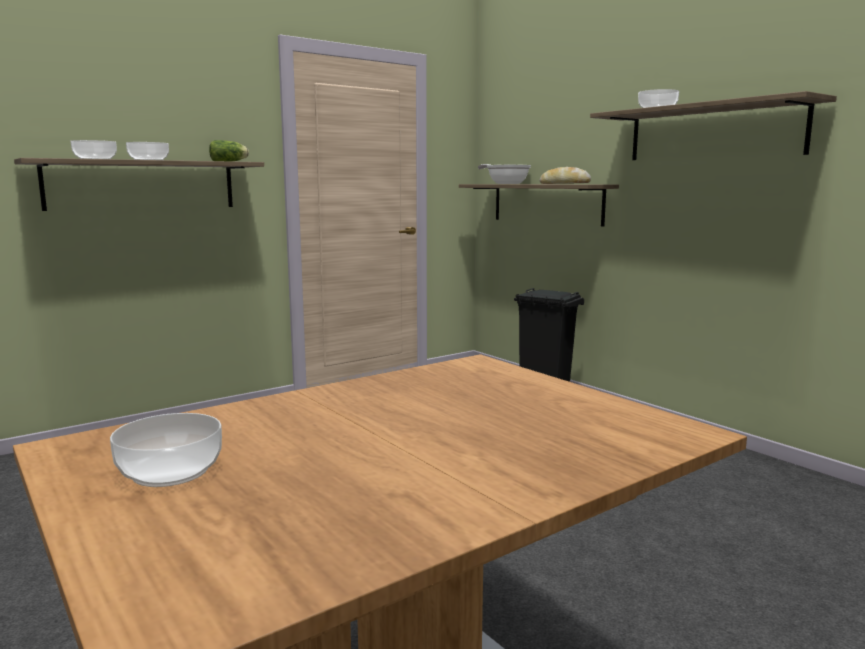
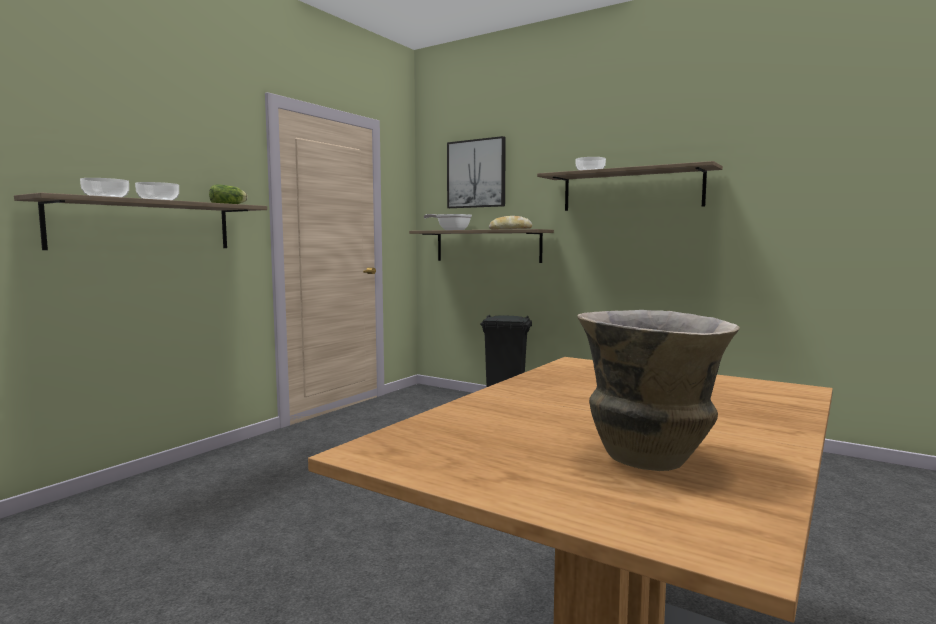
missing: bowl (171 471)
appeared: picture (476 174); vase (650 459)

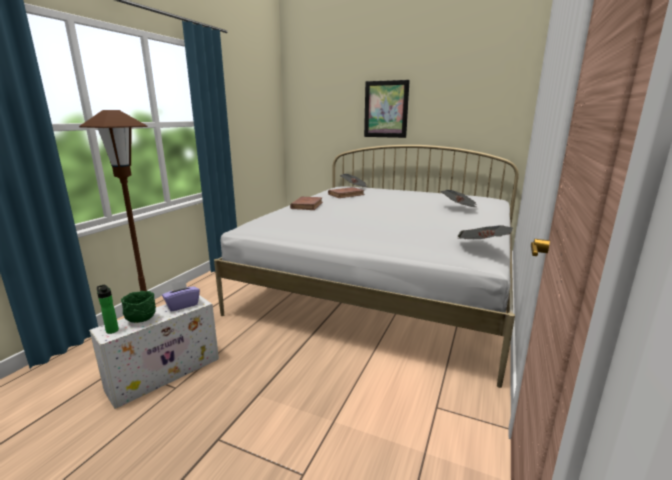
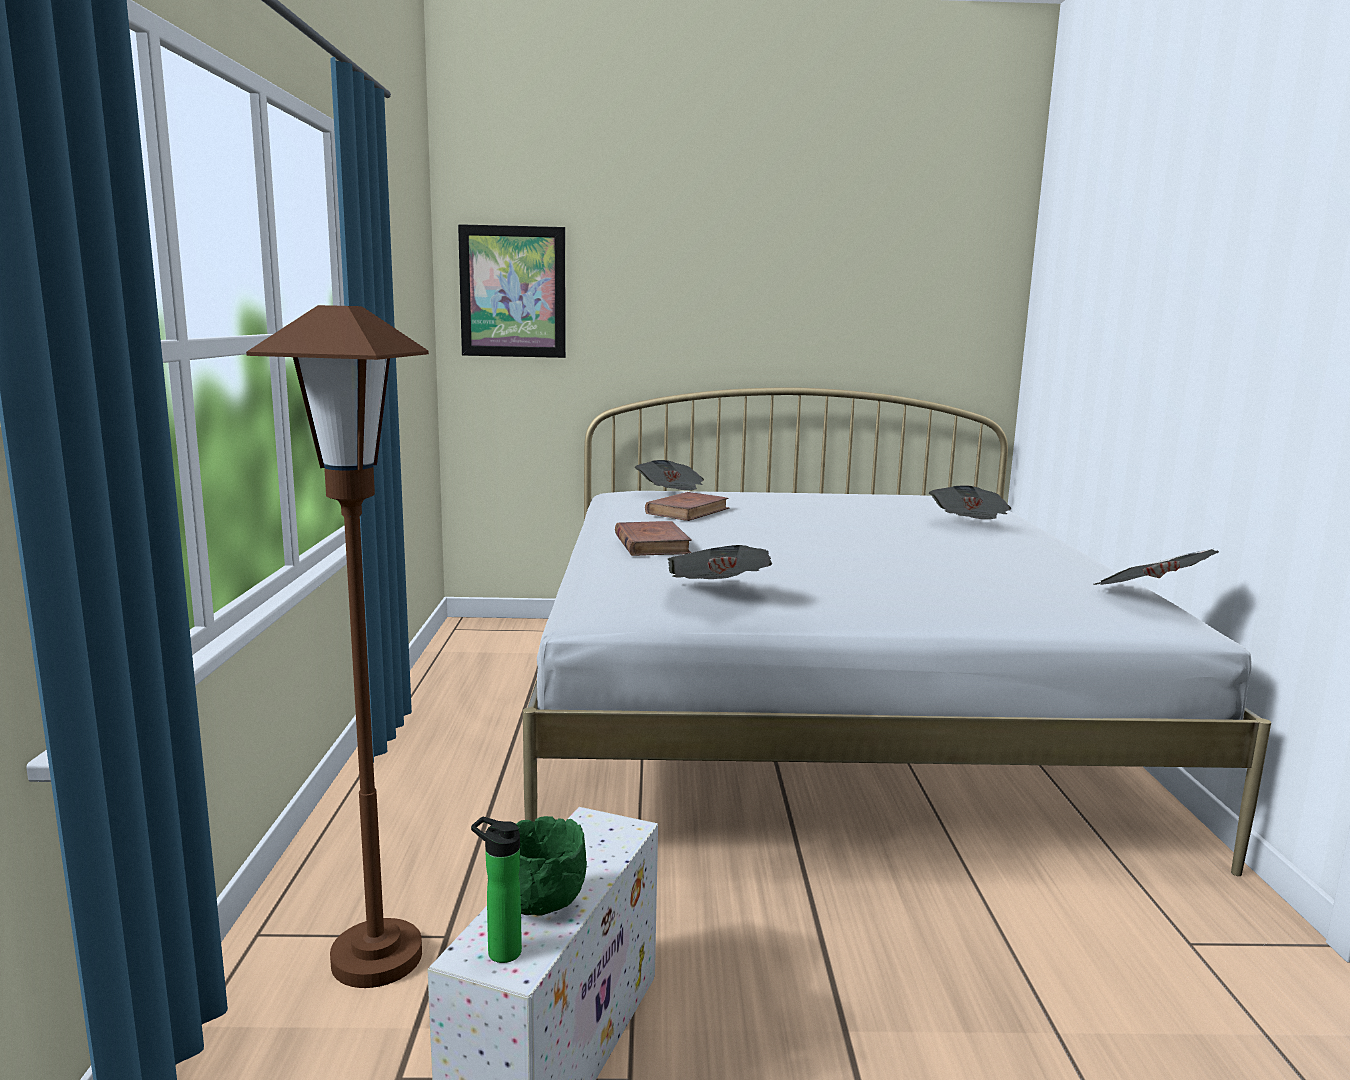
missing: purple_tissue_box (182 305)
appeared: newspaper (717 593)
relocated: picture (386 109) to (513 292)

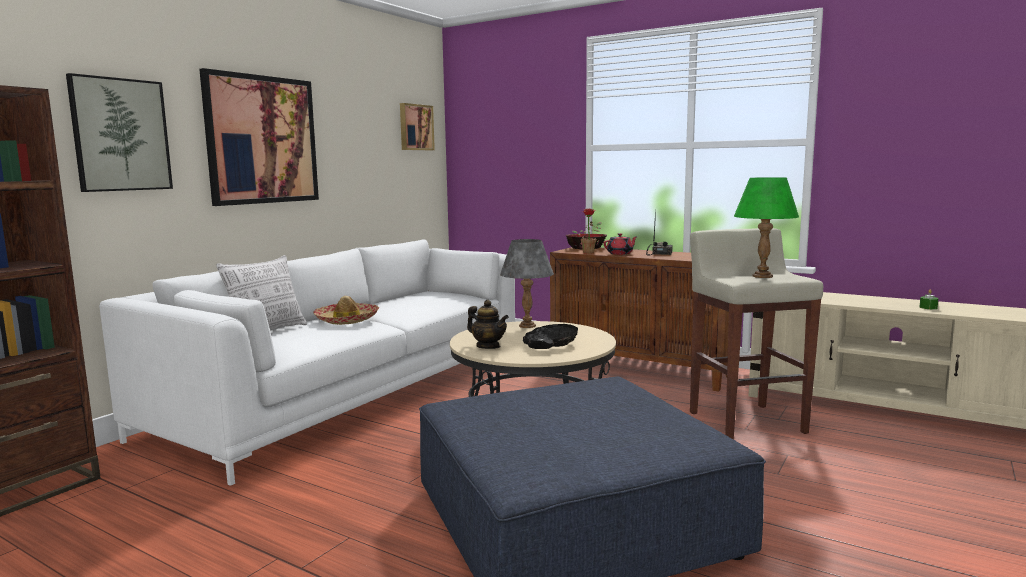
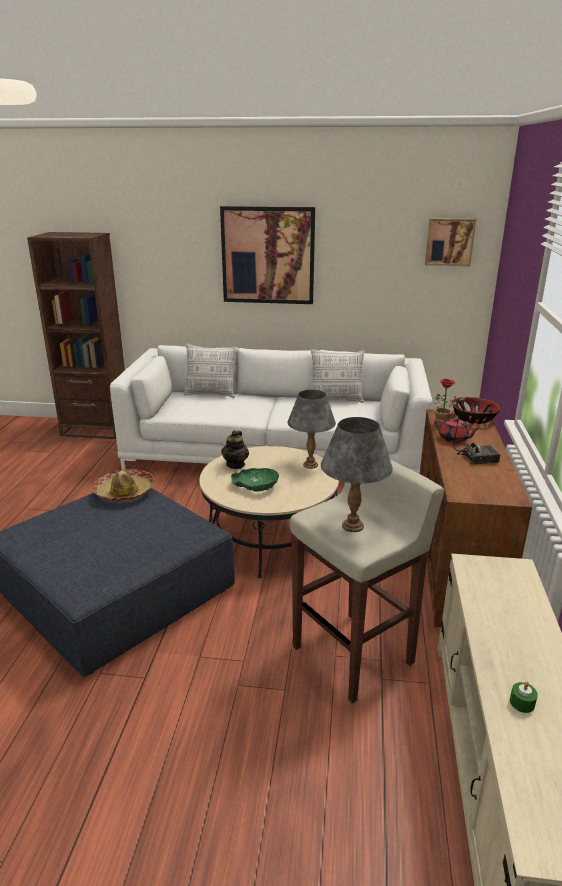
missing: picture (120 135)
appeared: pillow (336 400)
relocated: hat (347 320) to (124 492)
colour: green_table_lamp (763 276) to grey_table_lamp (353 526); black_bowl (550 345) to green_bowl (256 486)

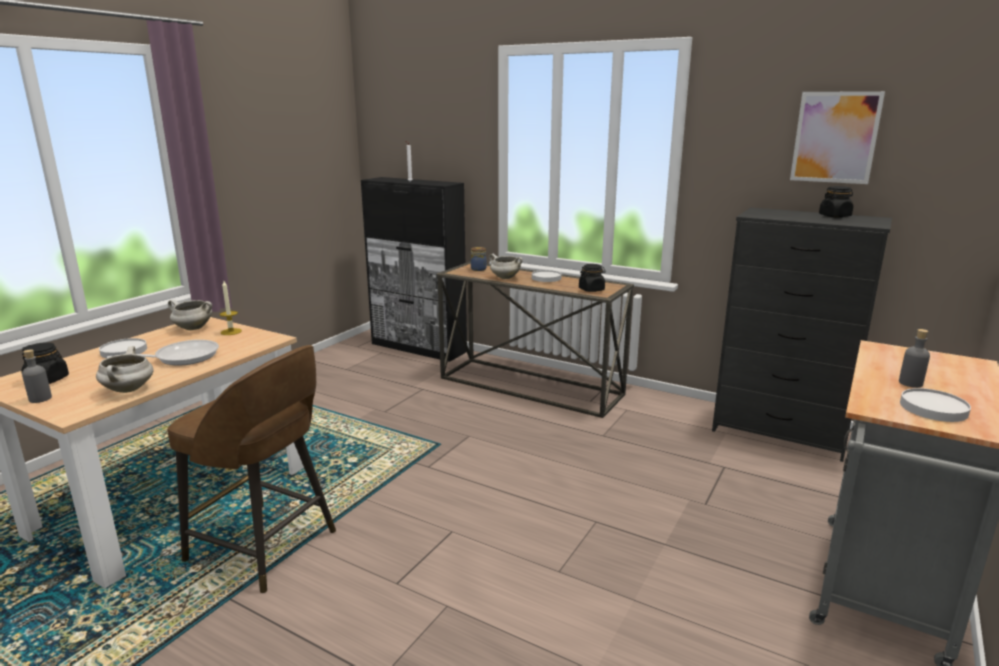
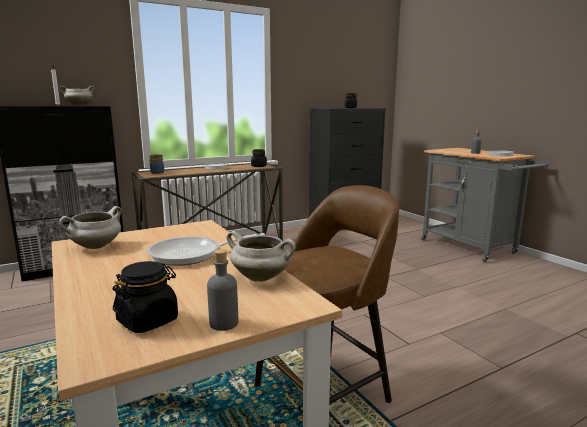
missing: picture (835 137); candle (231 332); white_plate (123 351)
relocated: white_cooking_pot (504 278) to (79 105)
spun: frying_pan (181 357) = (192 255) 105 degrees counterclockwise

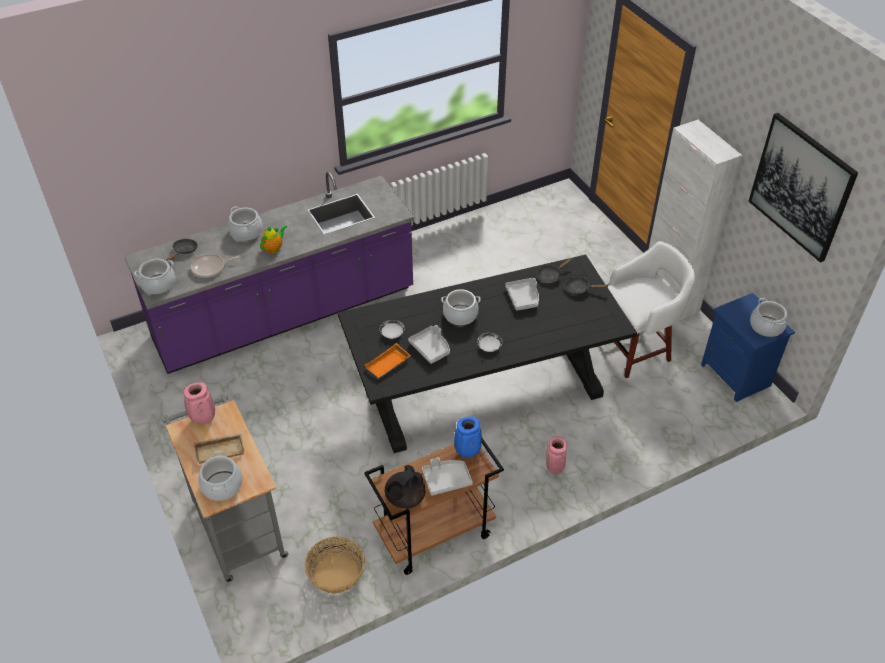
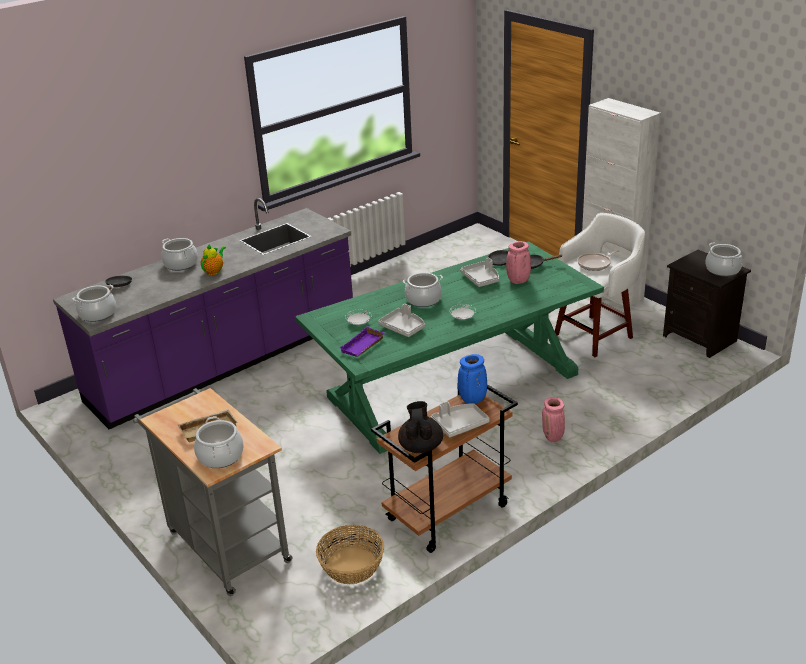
missing: picture (801 187)
relocated: frying_pan (210 268) to (595 264); pink_vase (203 419) to (518 281)
colour: black_dining_table (483 385) to green_dining_table (453 385); blue_nightstand (737 375) to black_nightstand (701 338); orange_tray (388 365) to purple_tray (363 346)
spun: black_teapot (404 498) = (421 446) 150 degrees clockwise

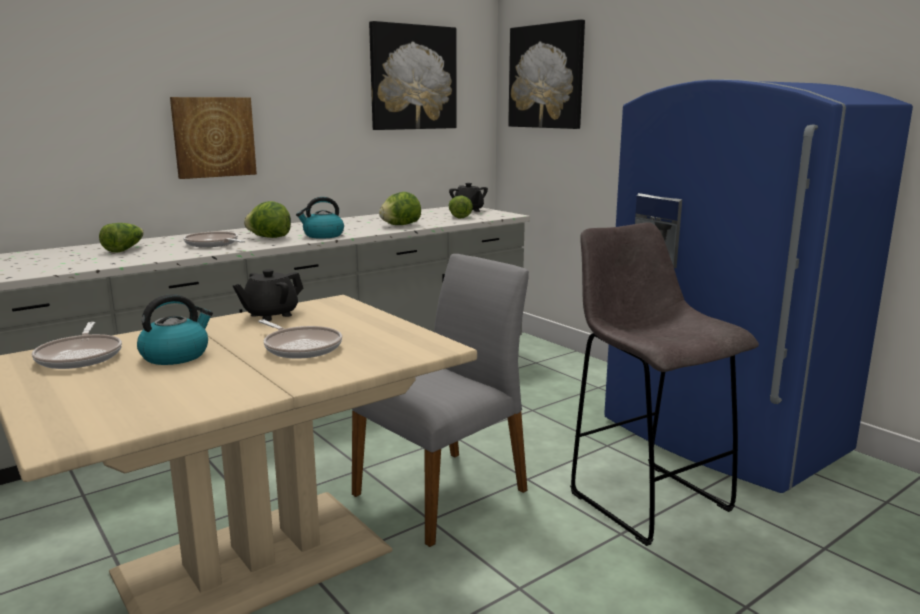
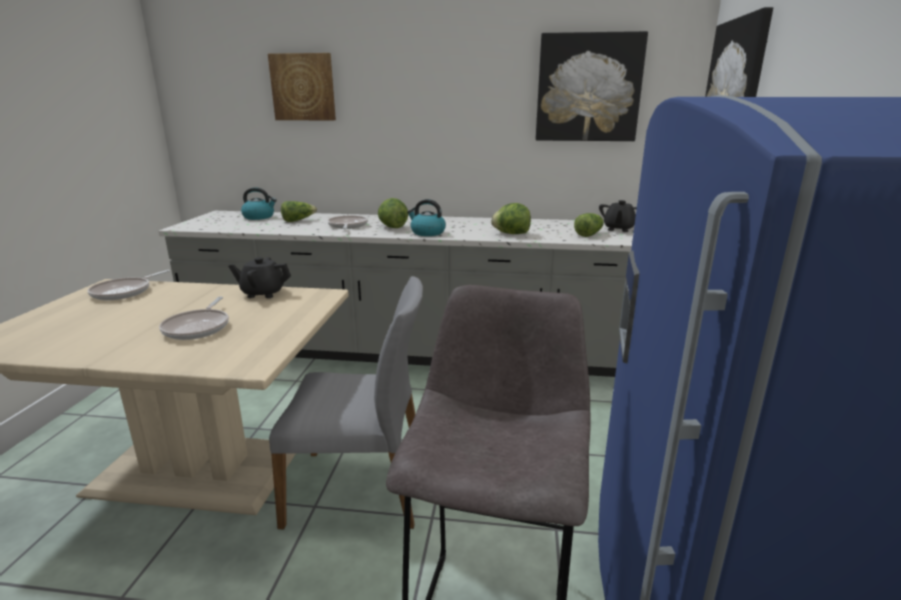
relocated: picture (213 137) to (303 87); kettle (176 355) to (259 217)

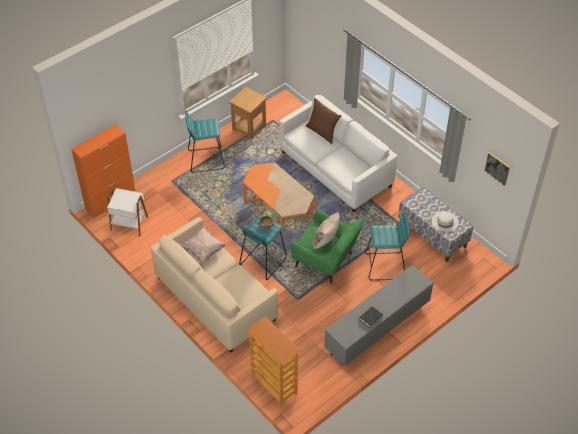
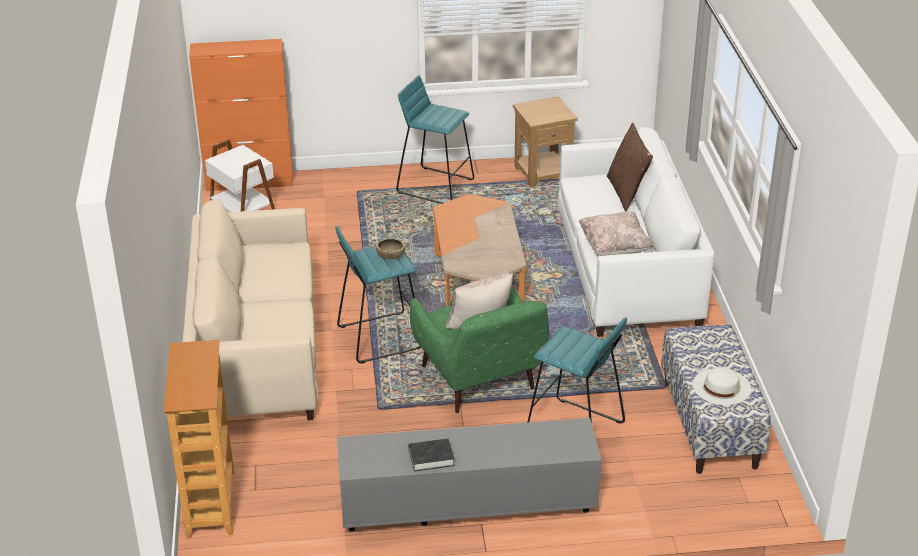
missing: picture (497 168)
relocated: beige_pillow (203 251) to (614 248)

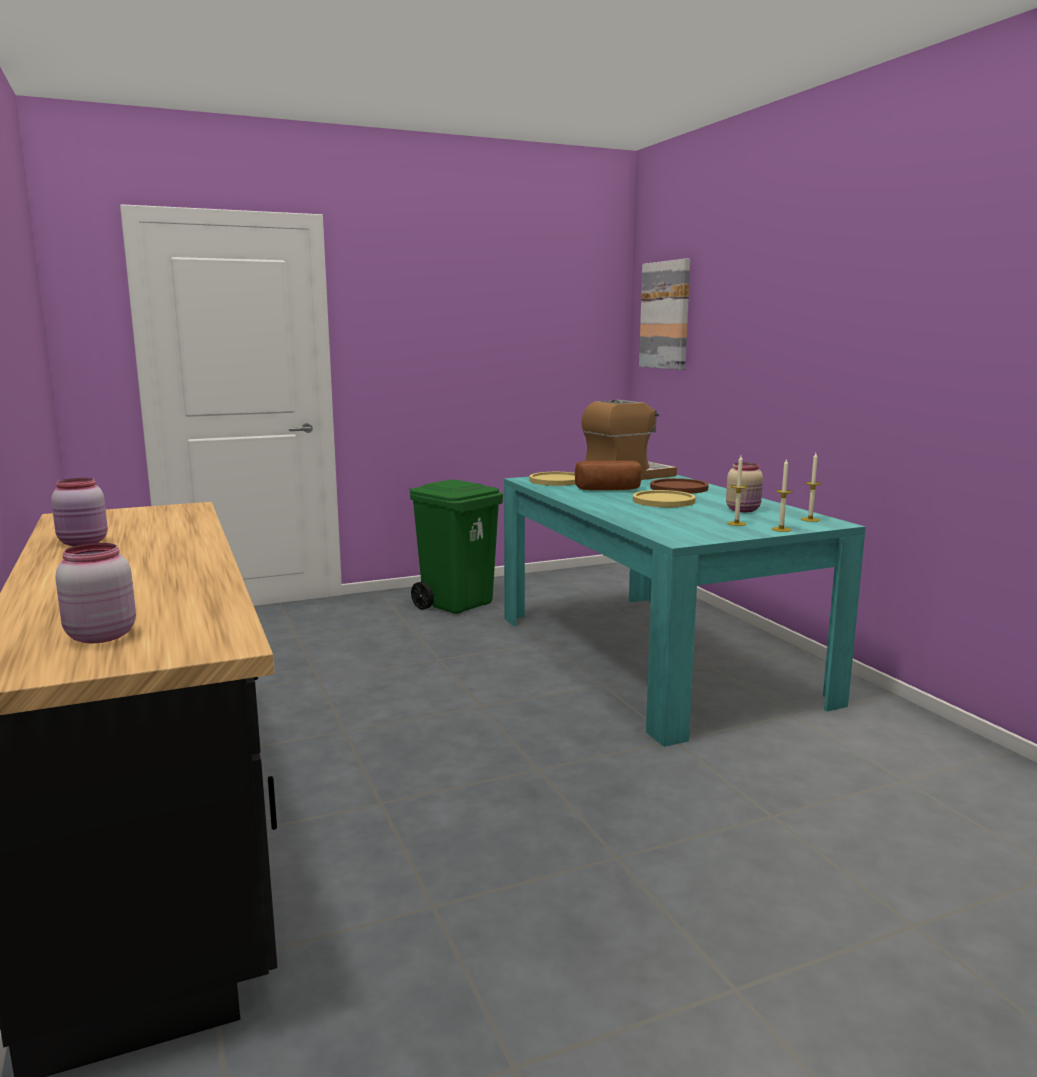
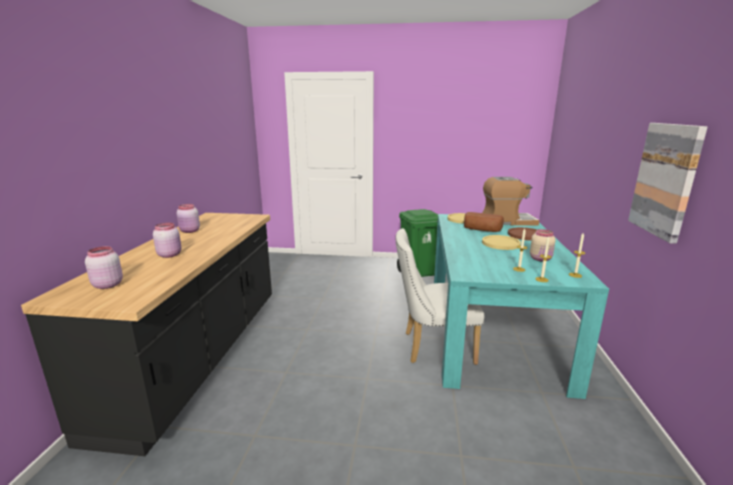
appeared: pink_jar (170 254); white_chair (432 347)
relocated: picture (665 315) to (665 180)

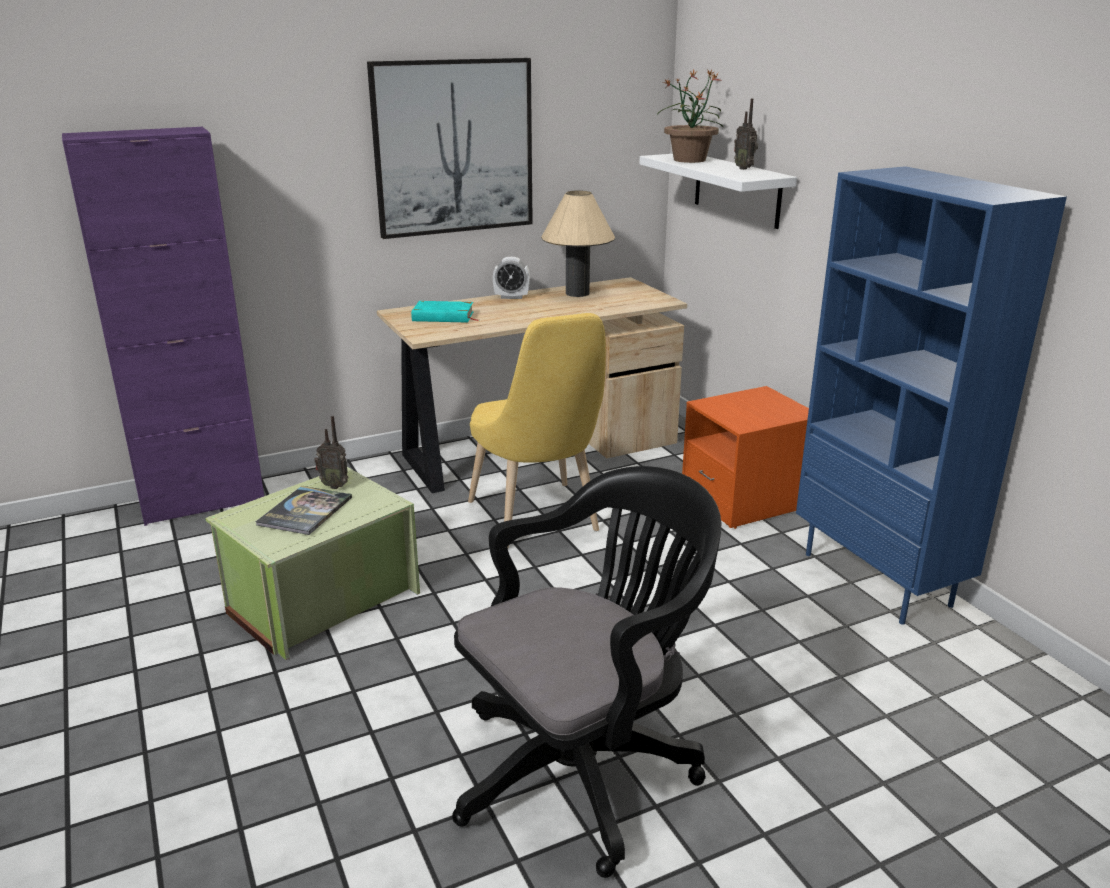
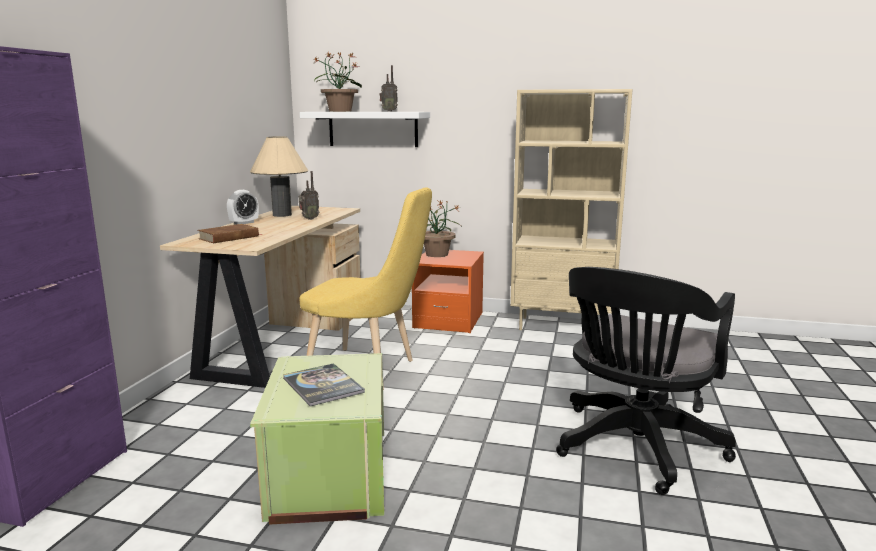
missing: picture (453 147)
appeared: potted_plant (437 254)
relocated: radio (334 485) to (308 219)
colour: blue_bookcase (878 579) to beige_bookcase (562 326); turquoise_book (443 316) to brown_book (229 237)
spun: black_office_chair (584 768) = (634 449) 150 degrees counterclockwise

